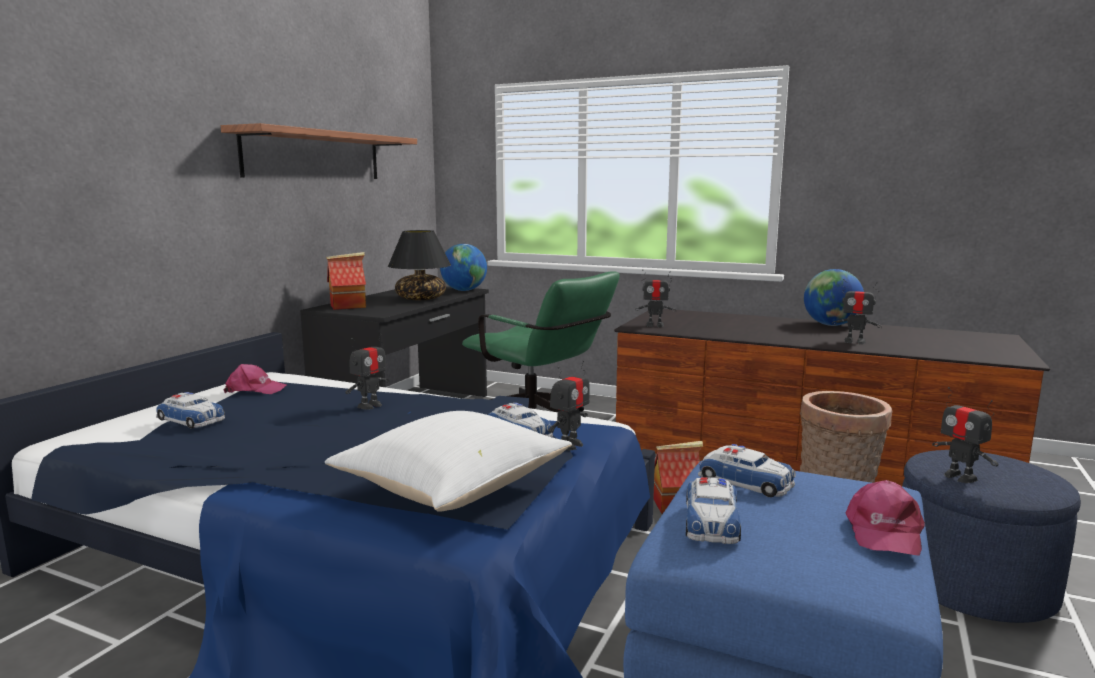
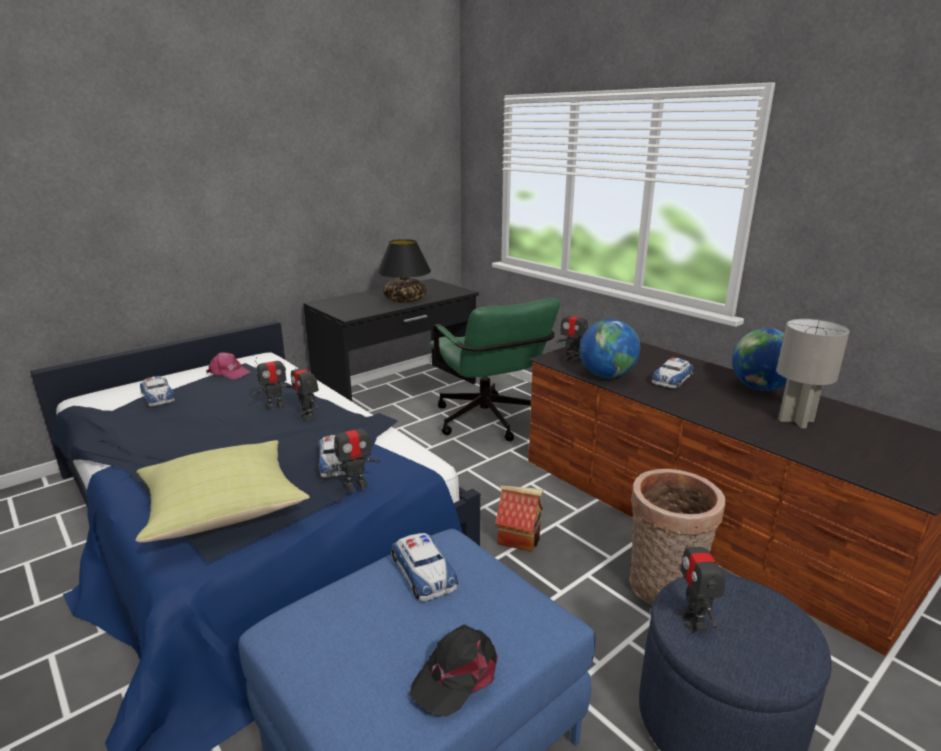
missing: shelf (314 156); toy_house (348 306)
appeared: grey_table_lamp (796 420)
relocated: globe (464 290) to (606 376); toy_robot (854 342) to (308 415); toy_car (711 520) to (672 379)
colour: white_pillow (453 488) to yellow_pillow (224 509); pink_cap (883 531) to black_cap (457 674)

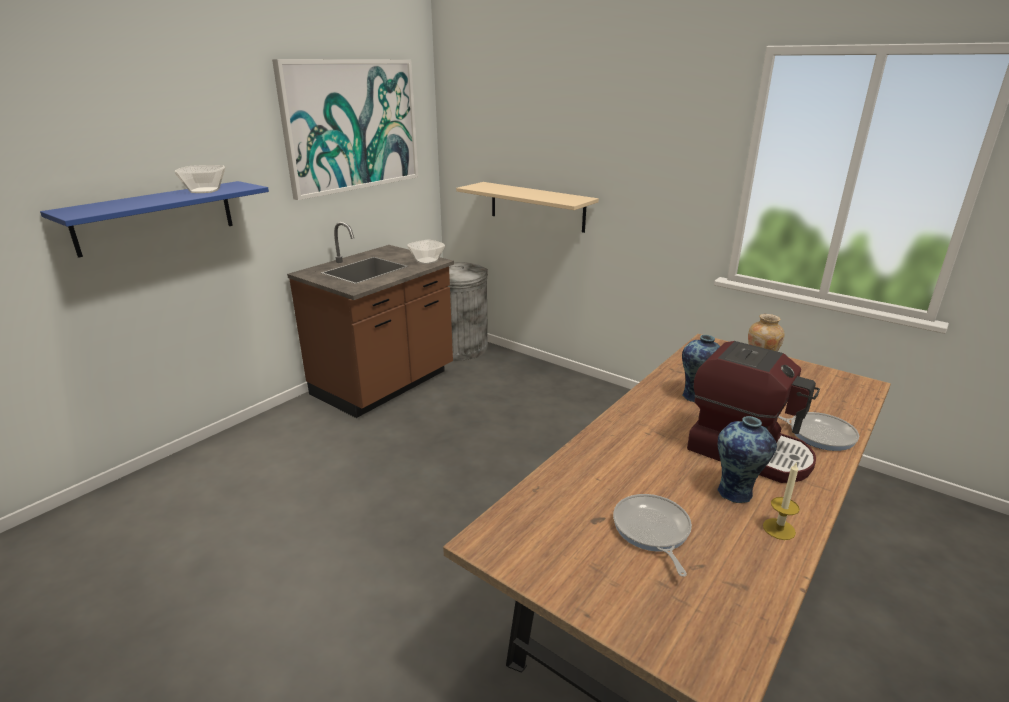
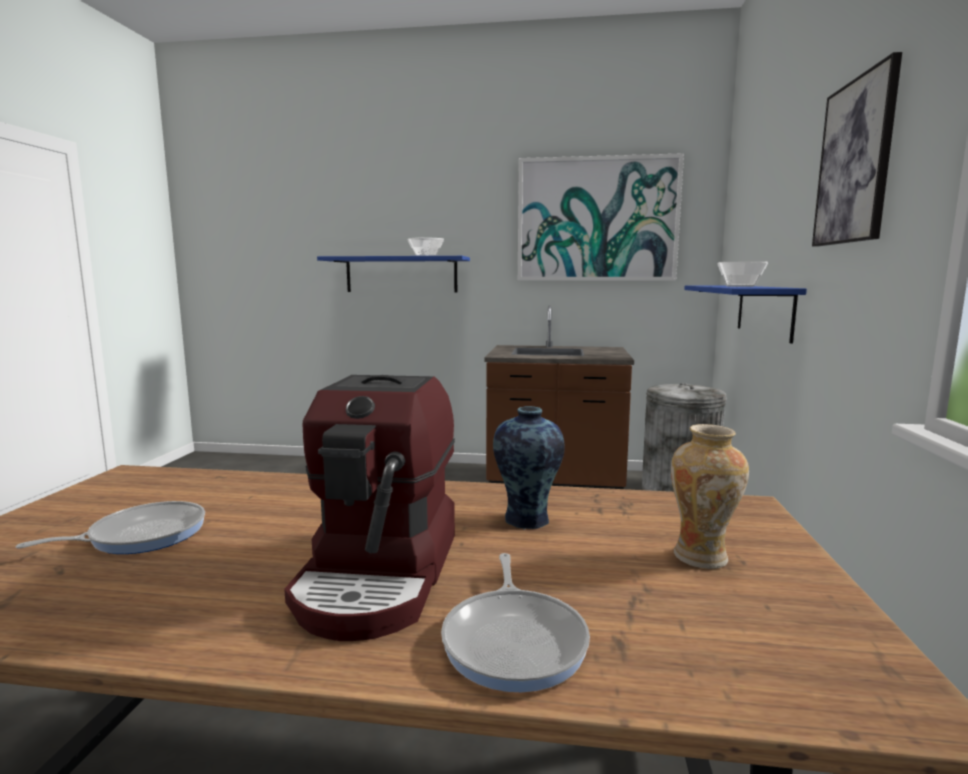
missing: vase (736 492); candle (779 529)
appeared: picture (855 162)
relocated: bowl (426 261) to (739 286)
colour: beige_shelf (536 206) to blue_shelf (764 310)

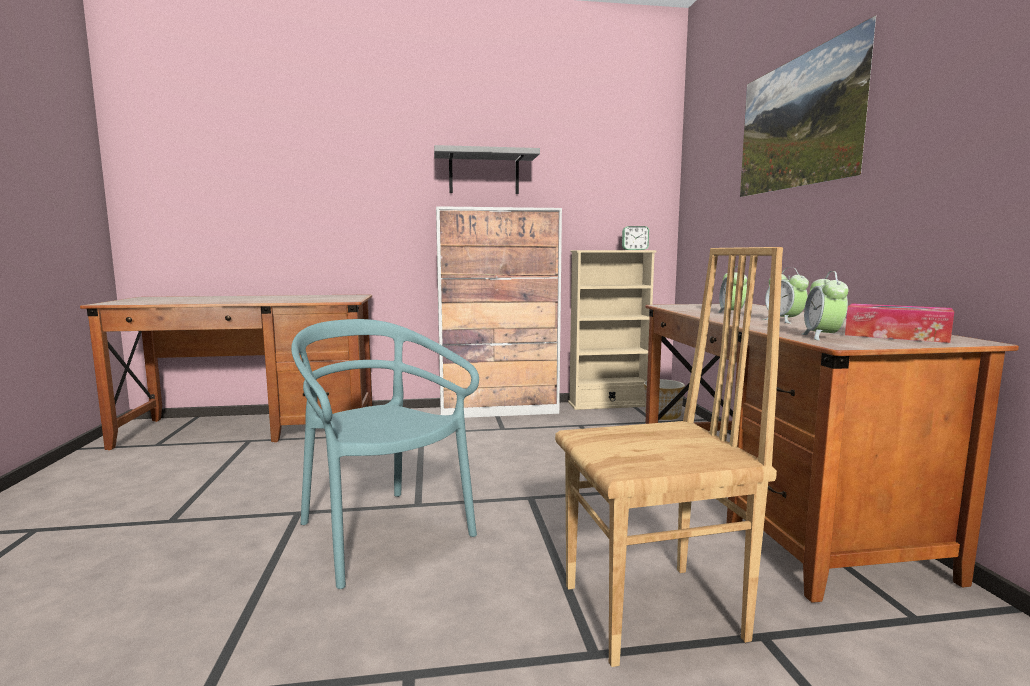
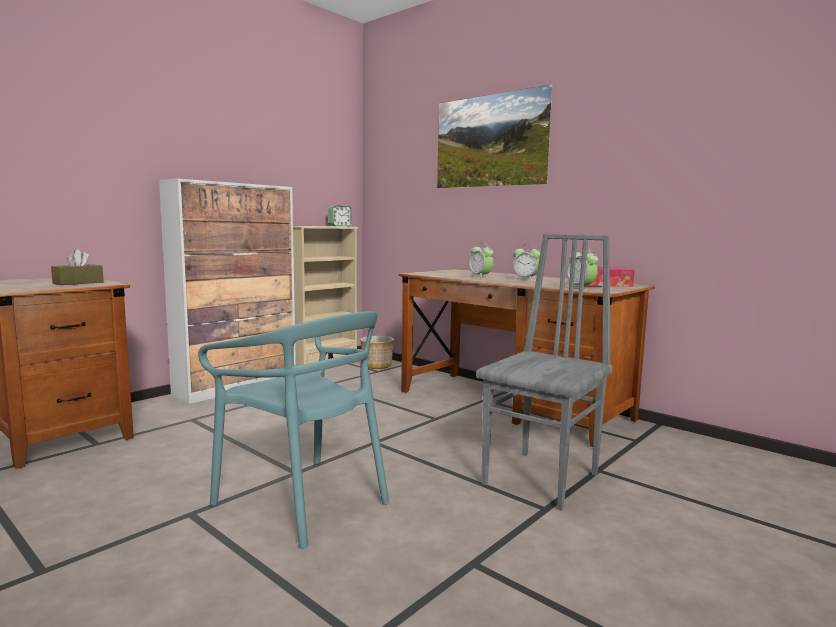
missing: grey_shelf (484 173)
appeared: brown_tissue_box (78 283)
colour: brown_chair (655 613) to grey_chair (543 479)
spun: turquoise_chair (382 533) = (303 500) 150 degrees counterclockwise

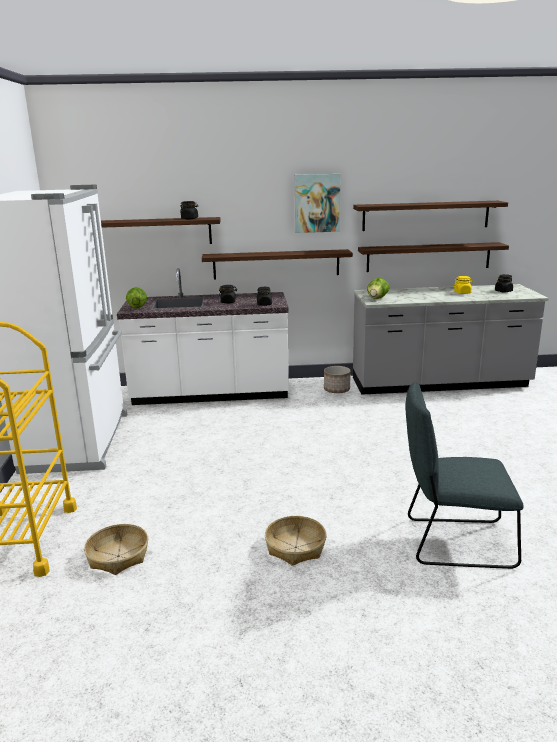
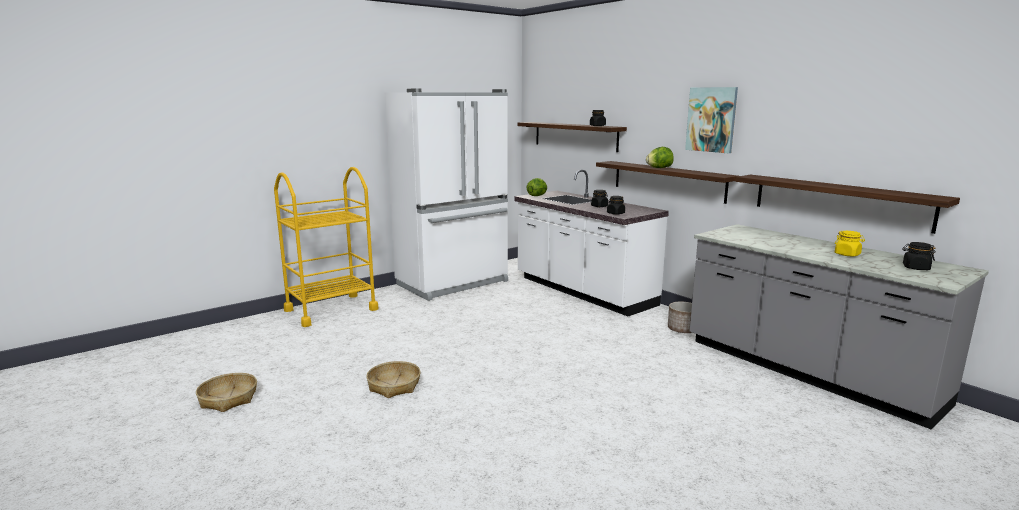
missing: shelf (425 215); grey_chair (453 542)
relocated: lettuce (377 298) to (659 168); basket (118 556) to (228 399)

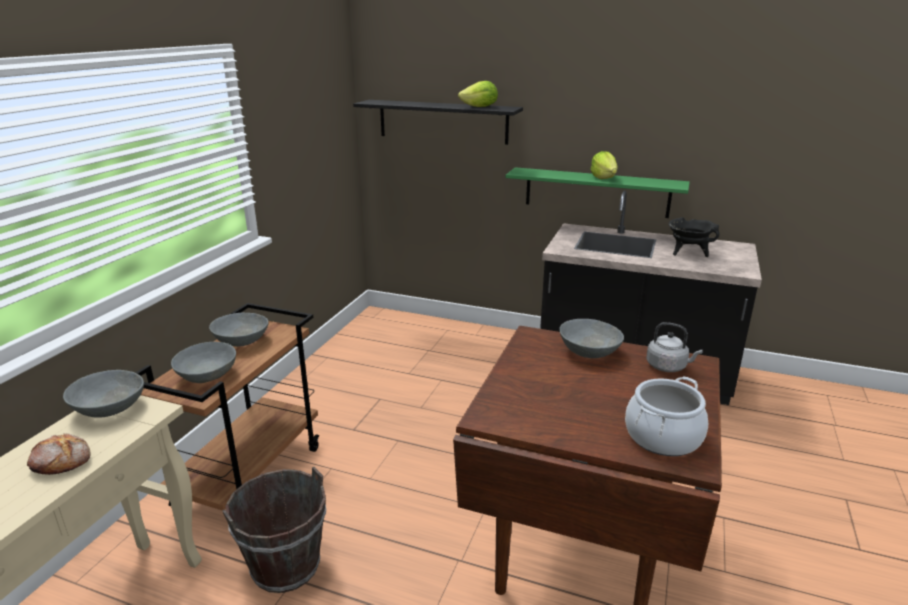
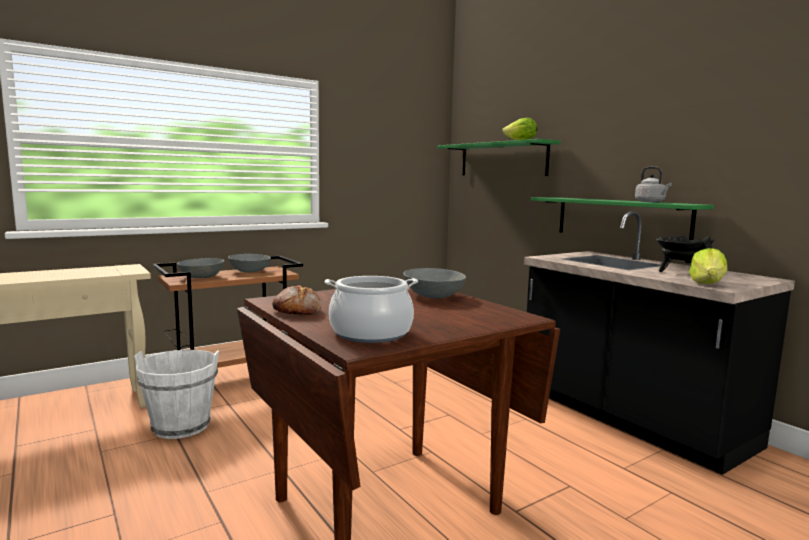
missing: grey_bowl (108 409)
relocated: lettuce (603 178) to (707 283); grey_kettle (668 367) to (651 202); bread (61 461) to (298 311)
colour: black_shelf (442 121) to green_shelf (502 159); brown_bucket (286 567) to white_bucket (180 426)

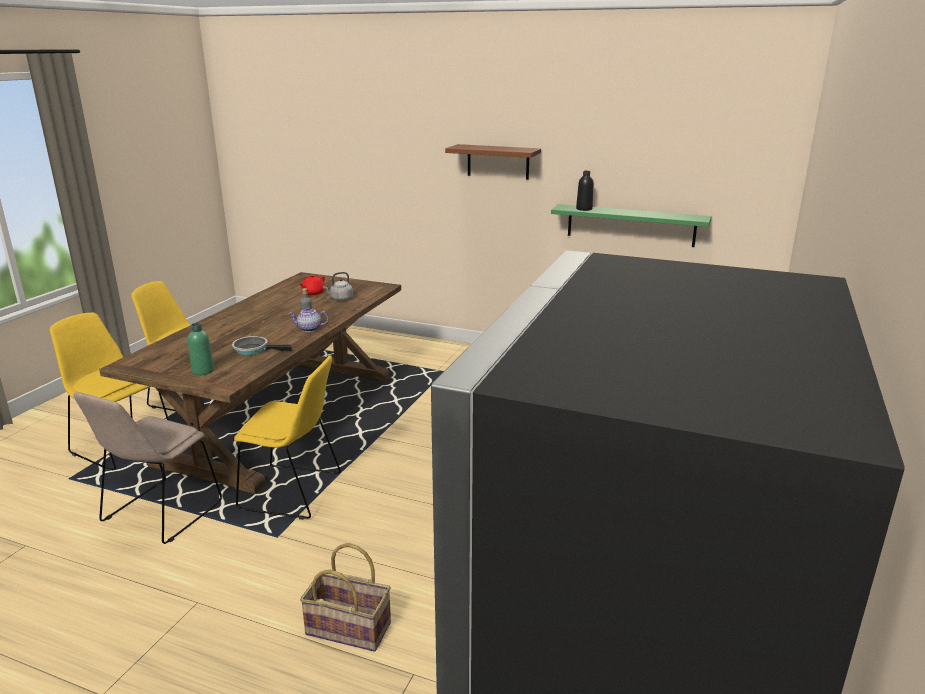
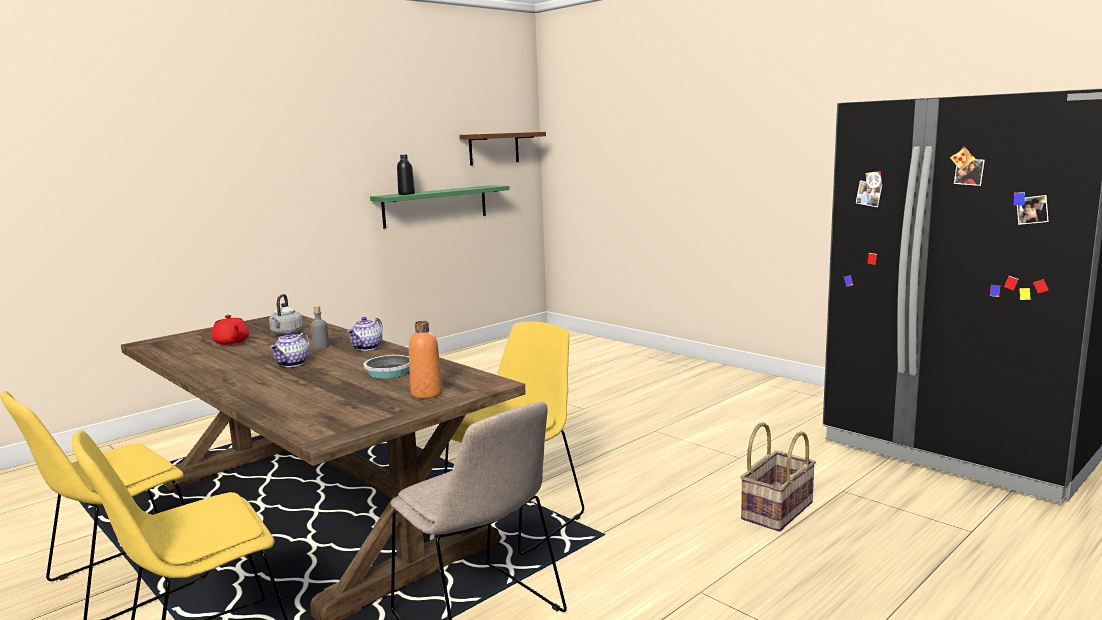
appeared: teapot (293 364)
relocated: brown_shelf (498 162) to (494 148)
colour: green_bottle (203 371) to orange_bottle (426 393)

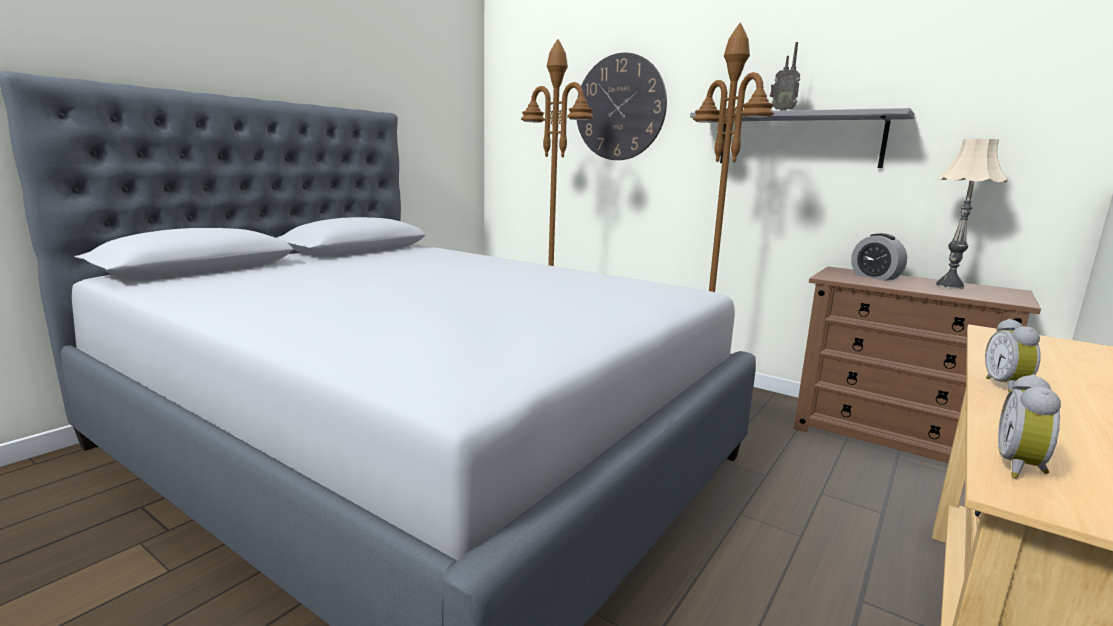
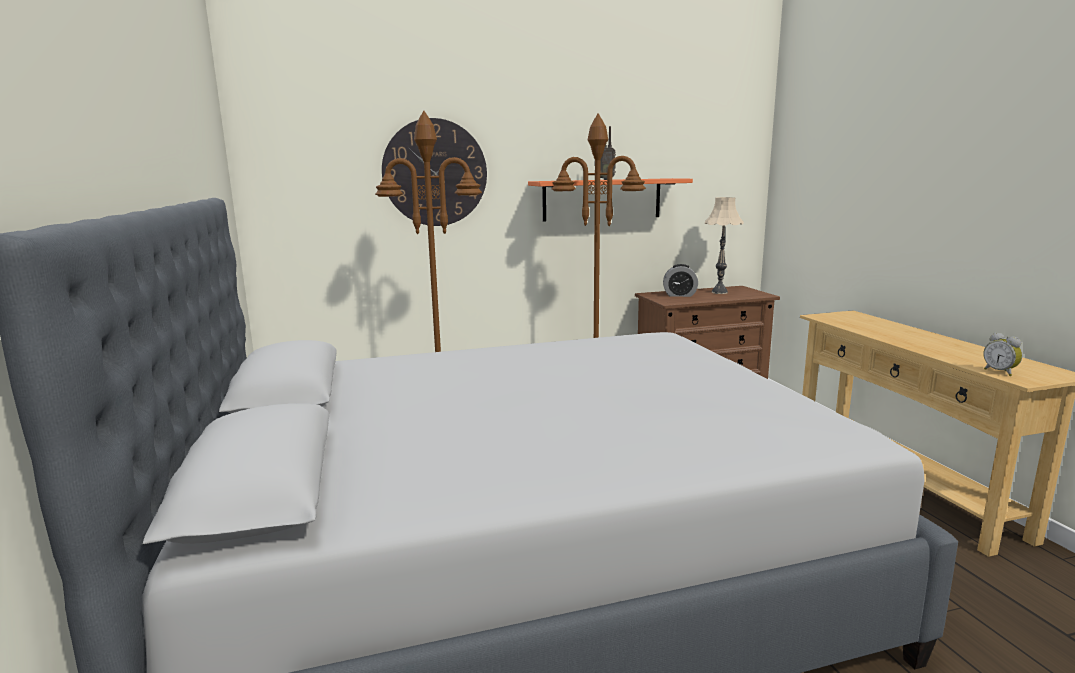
missing: alarm_clock (1007 387)
colour: grey_shelf (798 140) to orange_shelf (602 199)

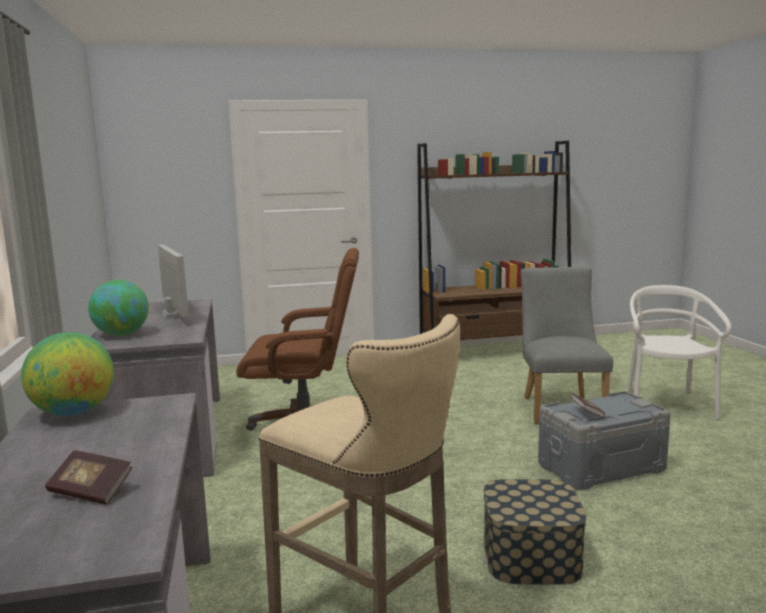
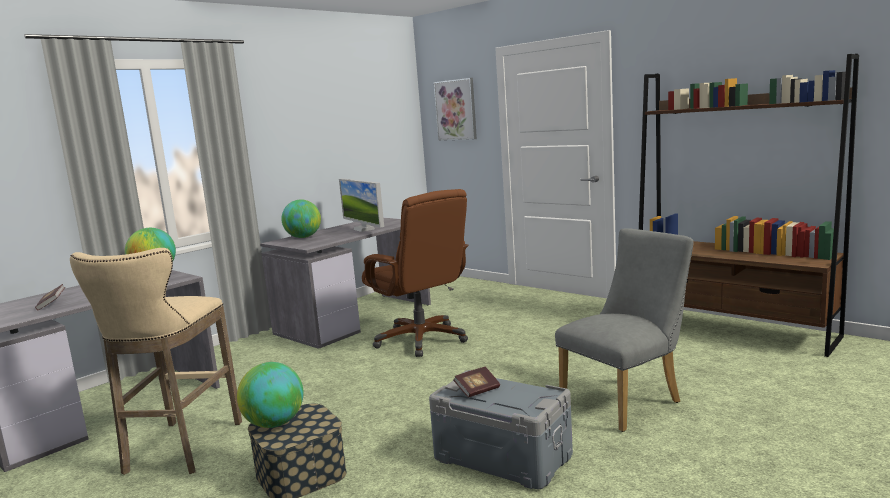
missing: white_chair (667 405)
appeared: picture (456 110); globe (274 424)
spun: monitor (174 315) = (364 229) 120 degrees clockwise

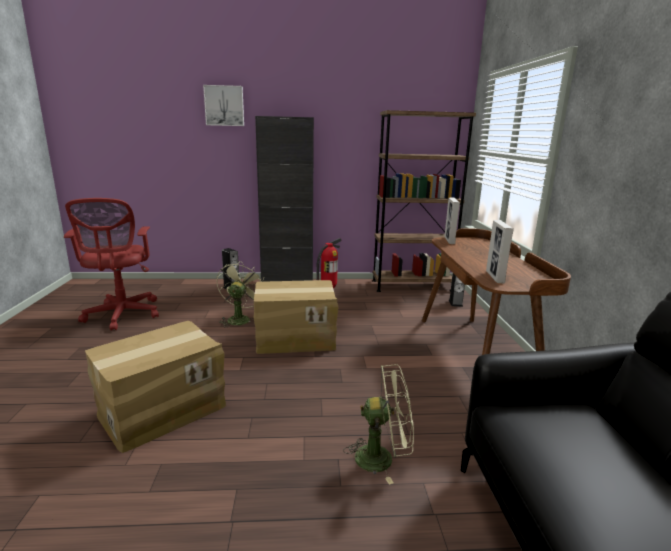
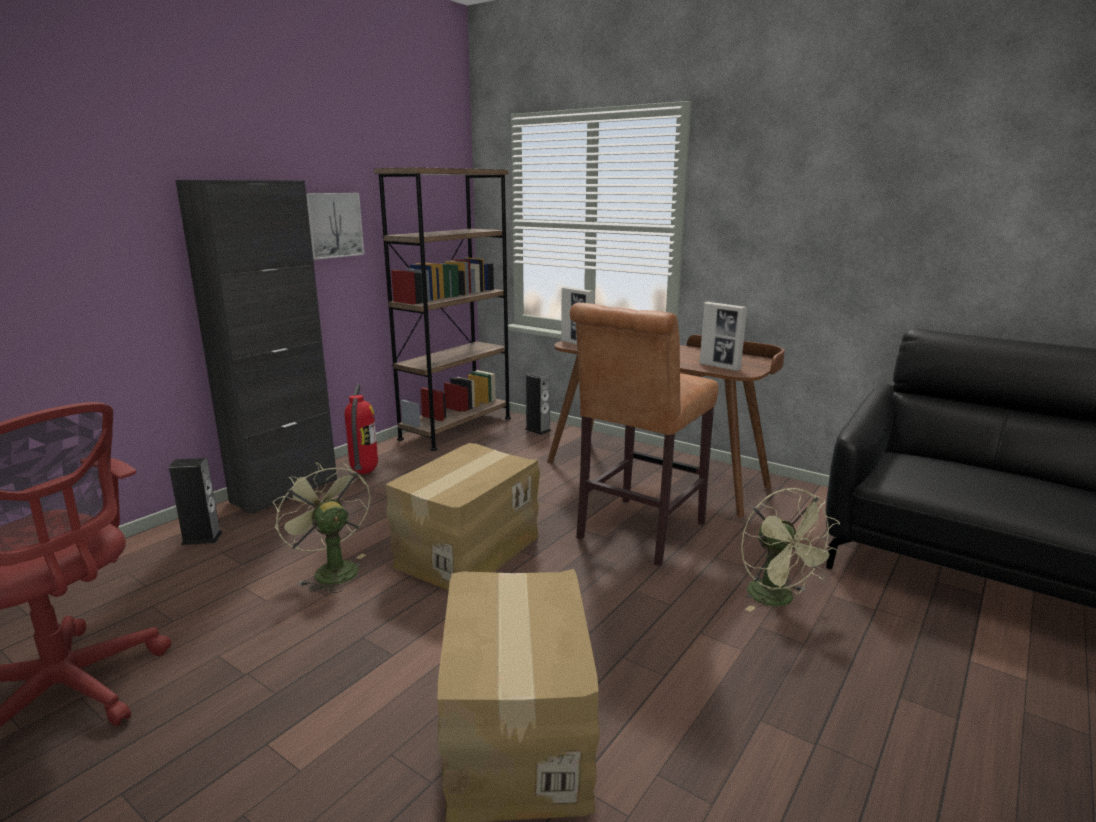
appeared: brown_stool (637 533)
relocated: picture (224 106) to (332 225)
spun: green_fan (382 458) = (778 600) 120 degrees clockwise

